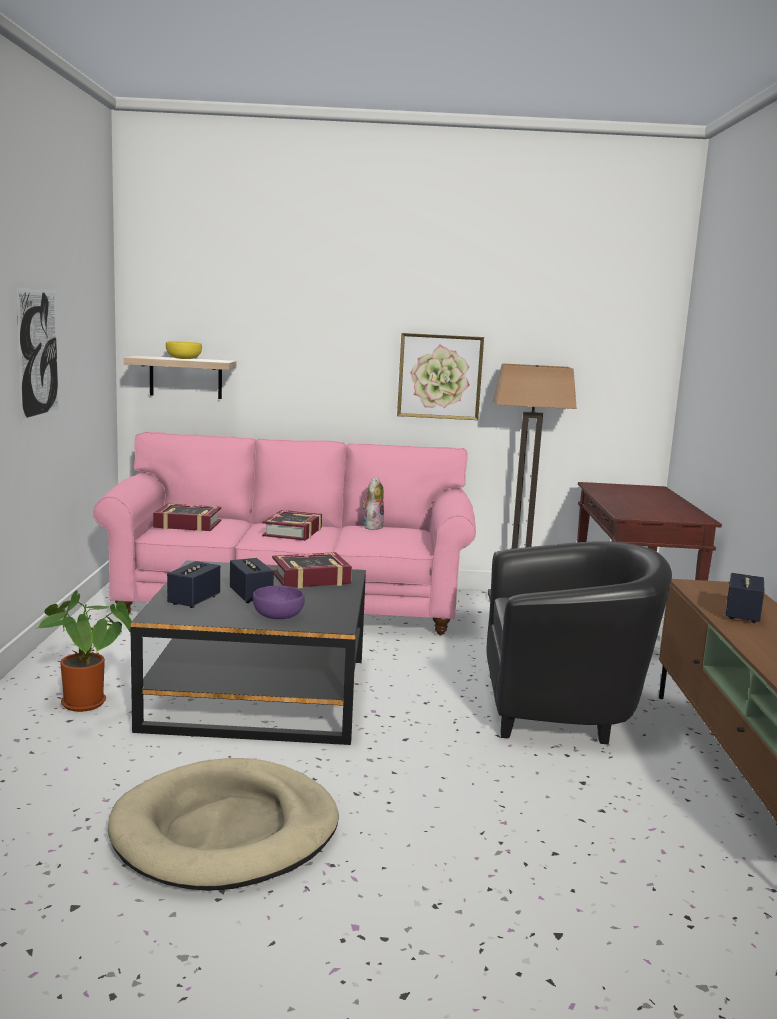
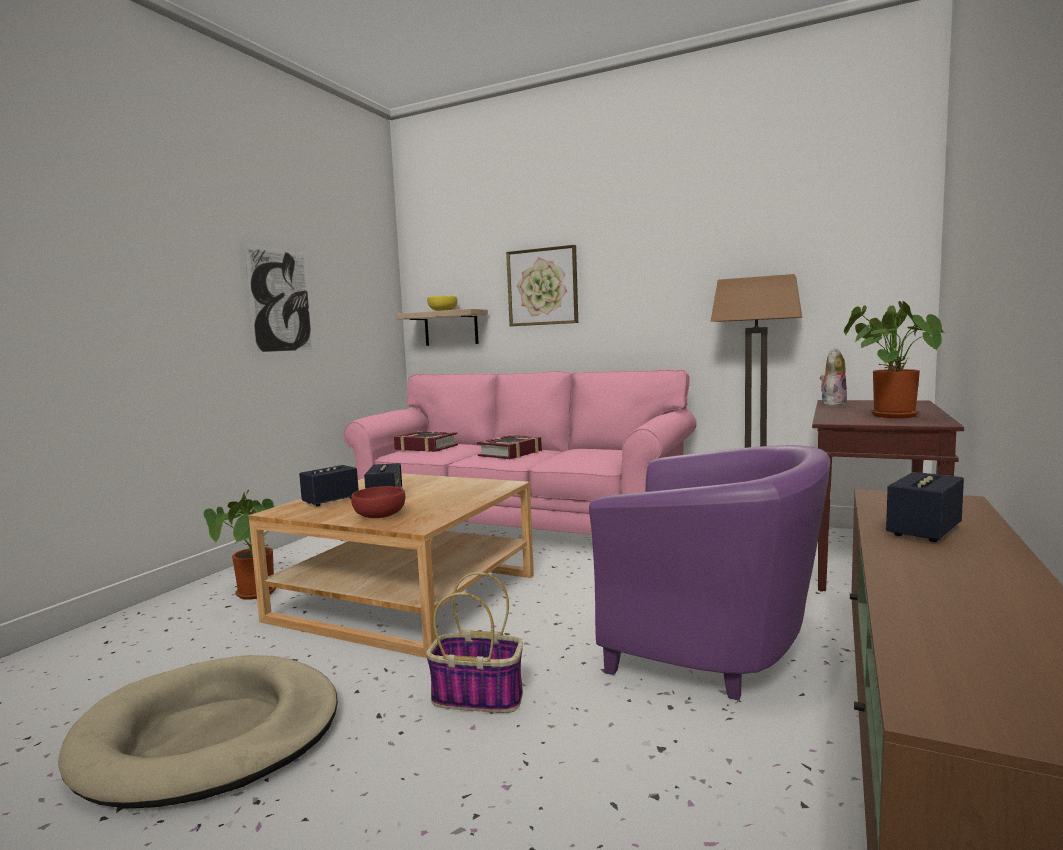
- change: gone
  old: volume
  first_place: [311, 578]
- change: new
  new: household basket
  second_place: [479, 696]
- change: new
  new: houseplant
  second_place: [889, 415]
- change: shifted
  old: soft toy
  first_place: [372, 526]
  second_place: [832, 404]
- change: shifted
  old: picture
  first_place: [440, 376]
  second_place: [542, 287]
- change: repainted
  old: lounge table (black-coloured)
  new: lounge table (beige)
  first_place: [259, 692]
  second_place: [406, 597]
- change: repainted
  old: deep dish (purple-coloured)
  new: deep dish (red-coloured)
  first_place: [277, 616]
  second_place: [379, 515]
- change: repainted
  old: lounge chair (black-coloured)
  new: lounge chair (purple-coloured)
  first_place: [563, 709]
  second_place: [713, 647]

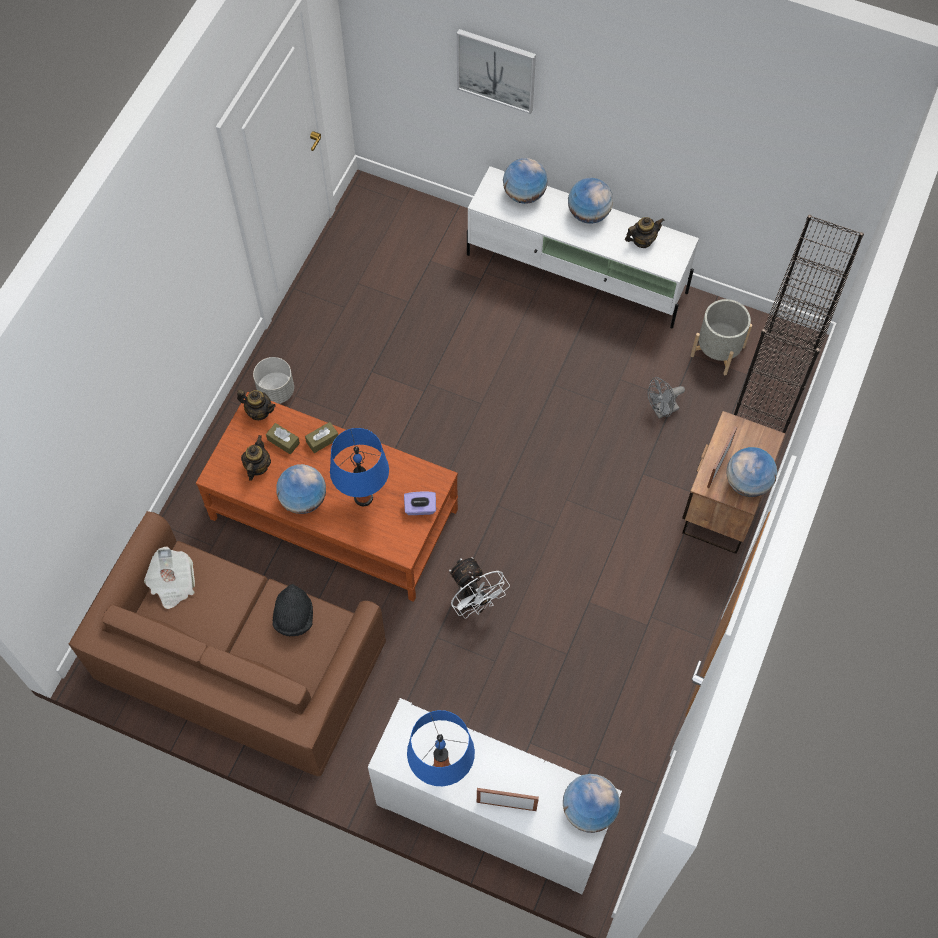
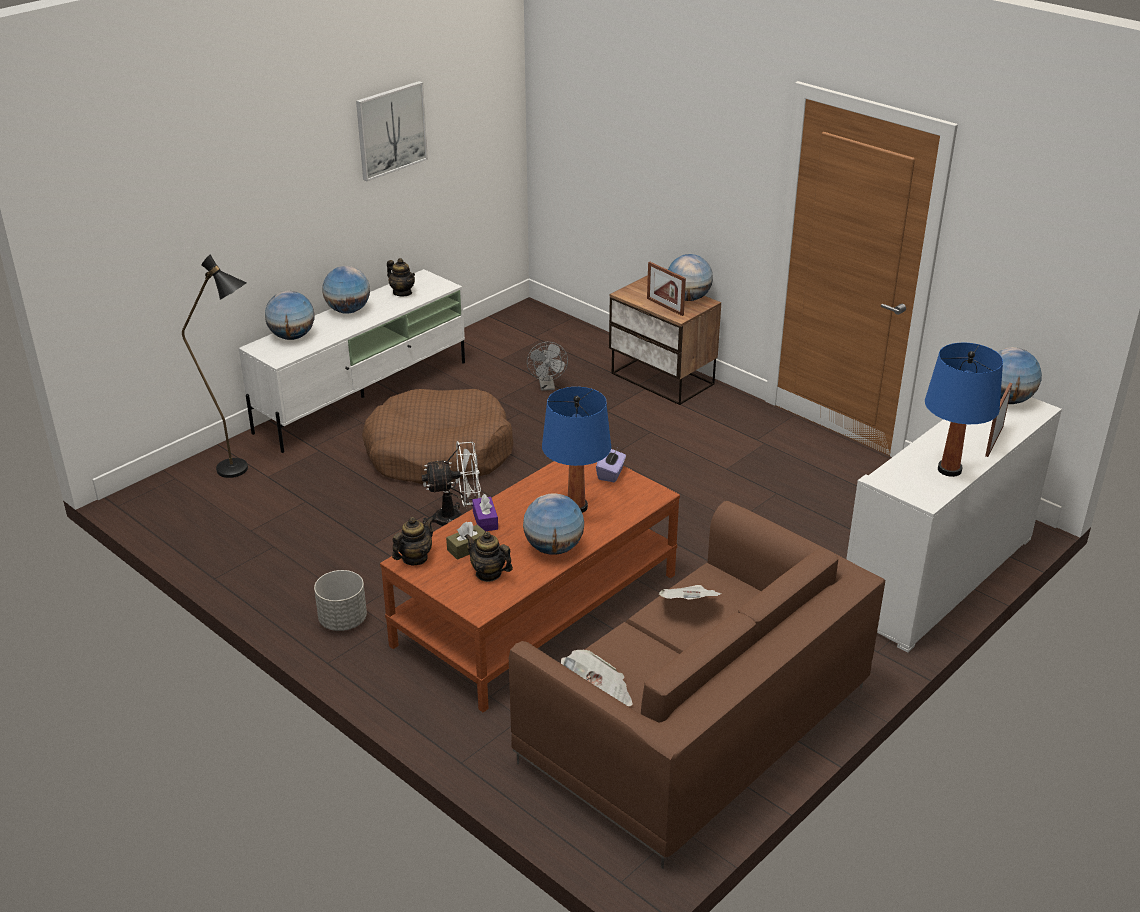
- change: gone
  old: planter (greyish)
  first_place: [717, 351]
- change: gone
  old: bookshelf (black-coloured)
  first_place: [771, 395]
- change: new
  new: standard lamp (black-coloured)
  second_place: [242, 471]
- change: new
  new: pet bed (brownish)
  second_place: [439, 453]
- change: shifted
  old: fan (white-coloured)
  first_place: [474, 603]
  second_place: [457, 519]
- change: shifted
  old: picture
  first_place: [496, 70]
  second_place: [391, 130]
- change: swapped
  old: wearable hat (black-coloured)
  new: daily paper
  first_place: [294, 617]
  second_place: [689, 606]
- change: repainted
  old: tissue box (brownish)
  new: tissue box (purple-coloured)
  first_place: [322, 440]
  second_place: [485, 520]
- change: rotated
  old: tea pot
  first_place: [642, 240]
  second_place: [402, 292]
  degrees: 135

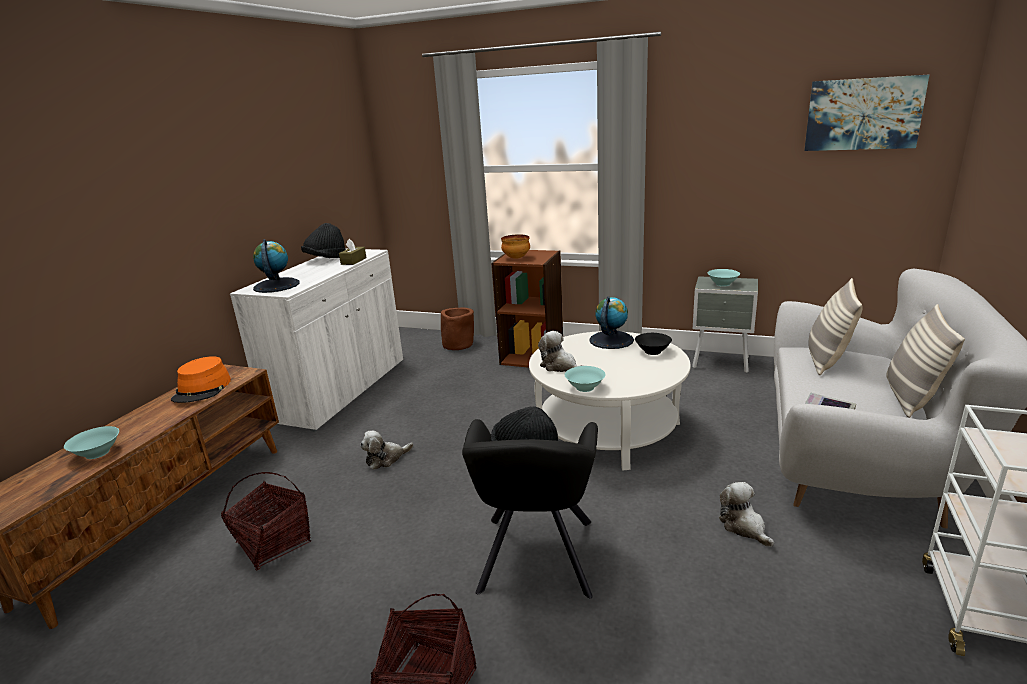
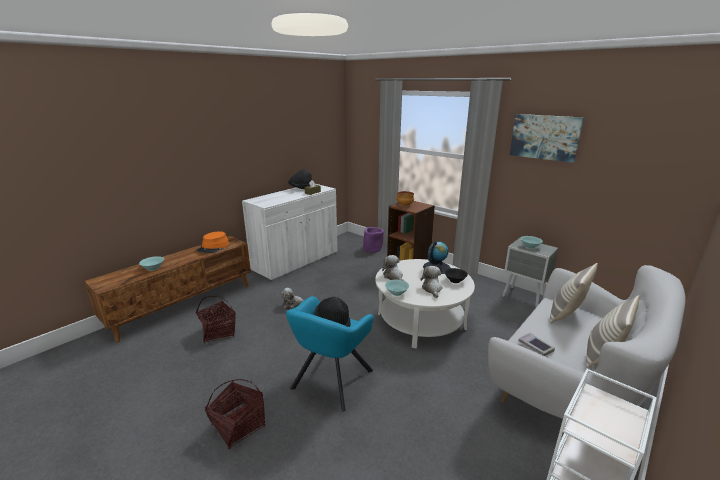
- change: gone
  old: desk globe
  first_place: [276, 285]
- change: shifted
  old: soft toy
  first_place: [744, 526]
  second_place: [432, 289]
- change: shifted
  old: picture
  first_place: [863, 114]
  second_place: [544, 137]
- change: repainted
  old: planter (brownish)
  new: planter (purple-coloured)
  first_place: [458, 345]
  second_place: [372, 249]
- change: repainted
  old: lounge chair (black-coloured)
  new: lounge chair (blue-green)
  first_place: [536, 559]
  second_place: [331, 381]

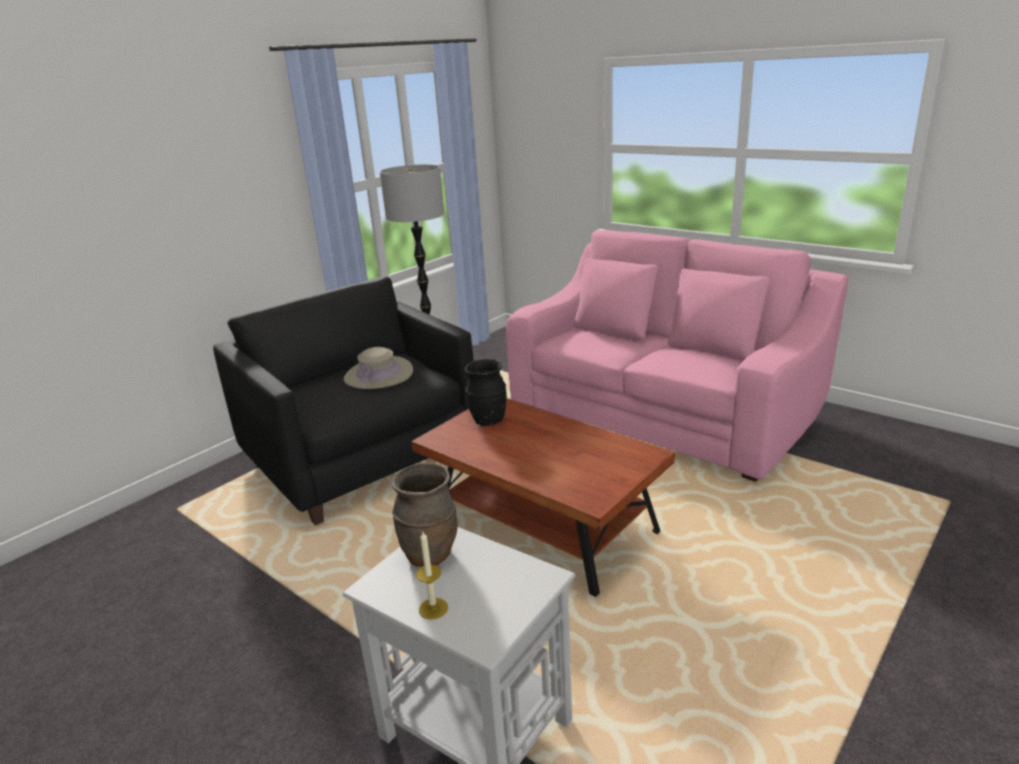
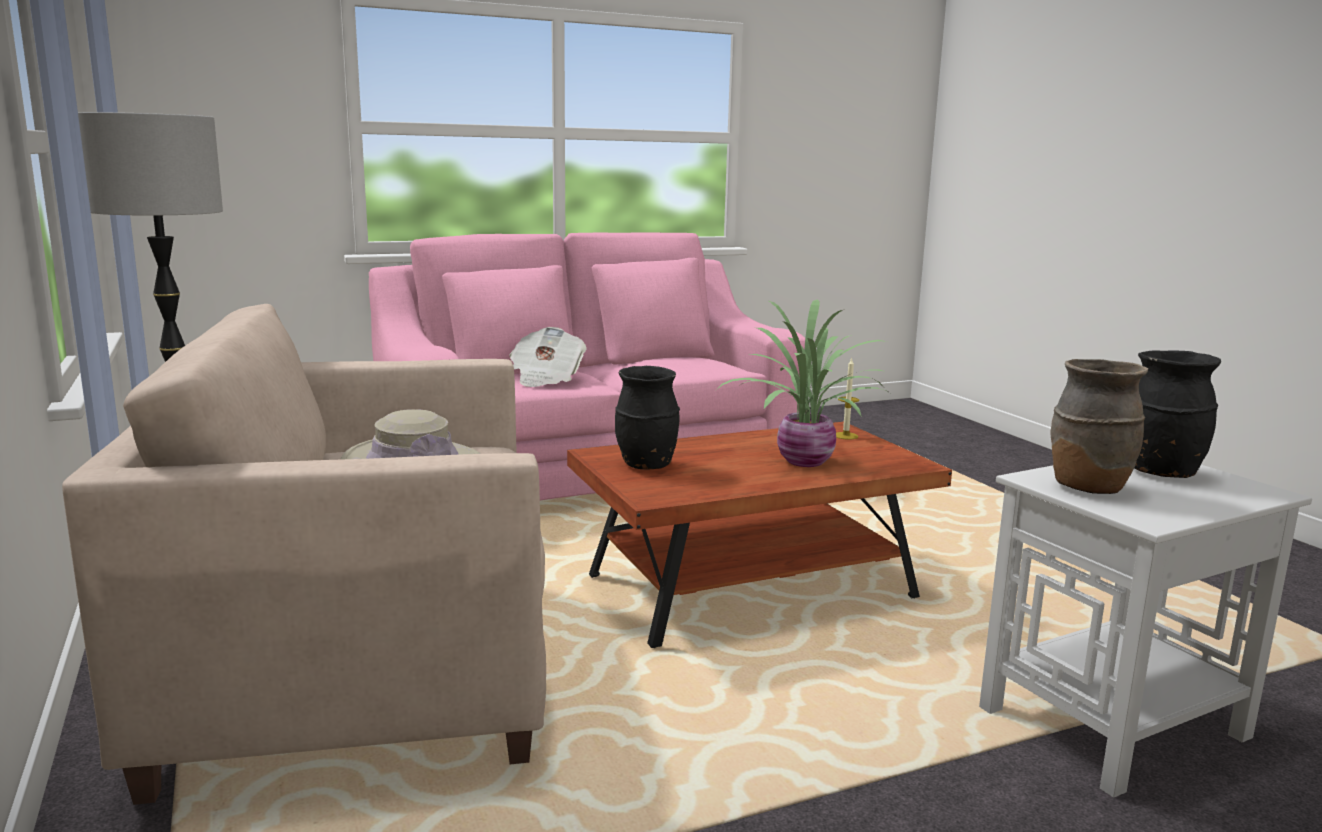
- change: new
  new: daily paper
  second_place: [546, 378]
- change: new
  new: houseplant
  second_place: [805, 460]
- change: new
  new: flower vase (black-coloured)
  second_place: [1160, 473]
- change: shifted
  old: candle
  first_place: [433, 608]
  second_place: [845, 436]
- change: repainted
  old: lounge chair (black-coloured)
  new: lounge chair (beige)
  first_place: [362, 460]
  second_place: [361, 675]

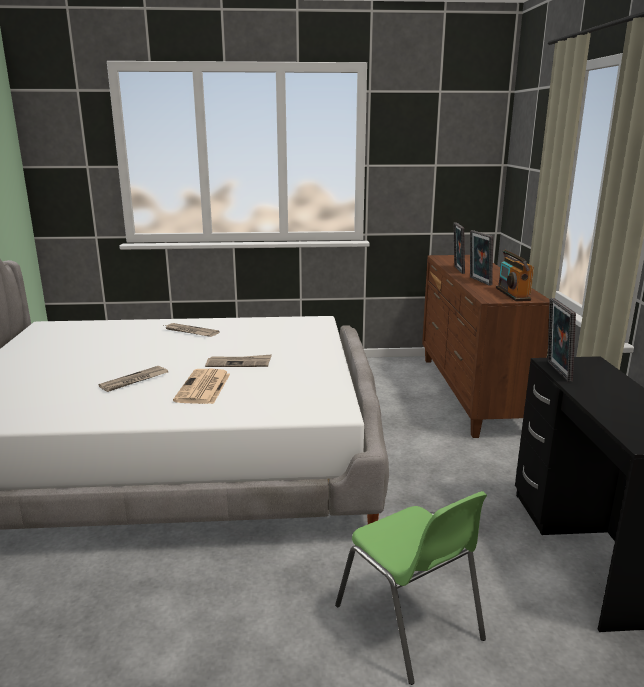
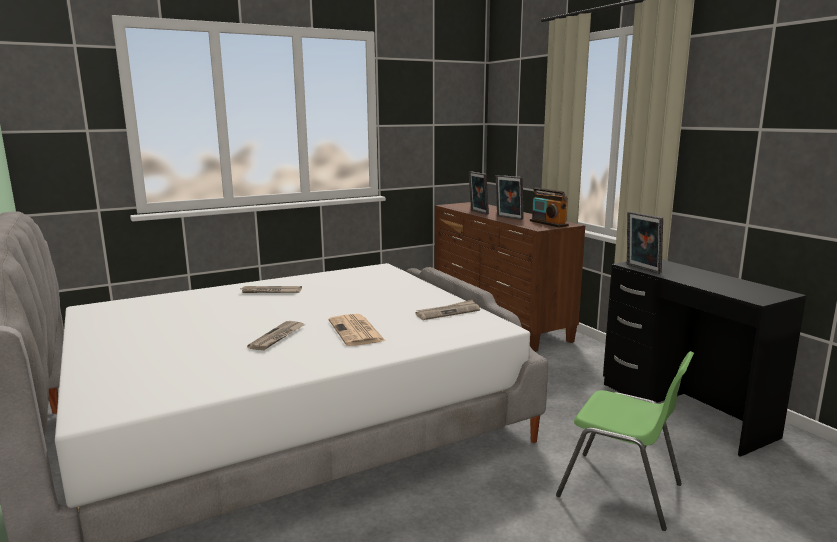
- change: shifted
  old: daily paper
  first_place: [239, 363]
  second_place: [448, 312]

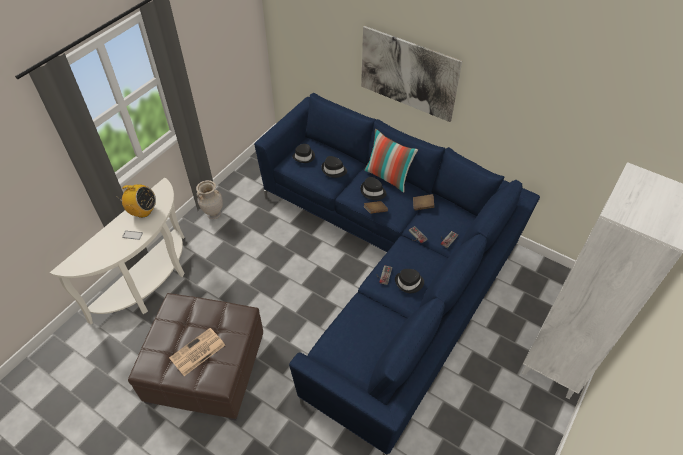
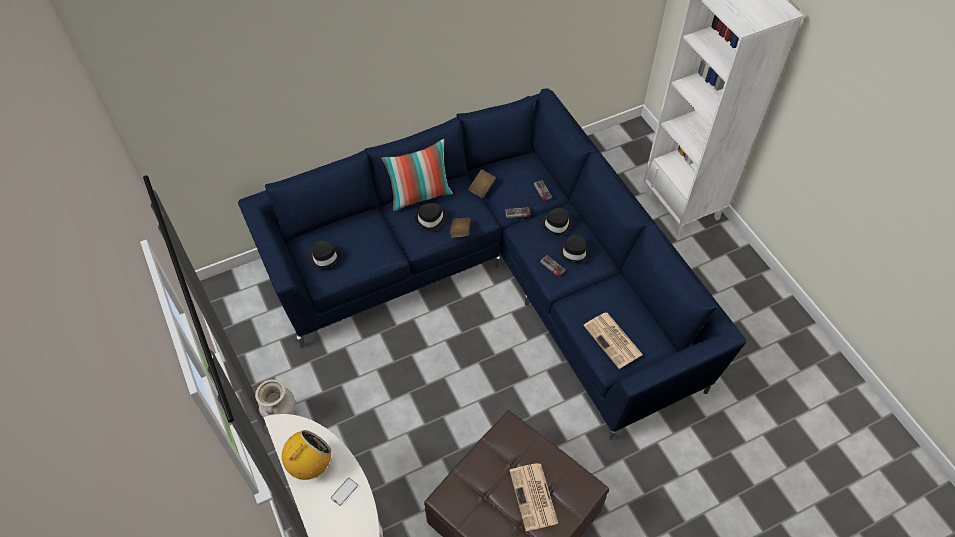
- change: gone
  old: picture
  first_place: [408, 74]
- change: new
  new: daily paper
  second_place: [613, 340]
- change: shifted
  old: wearable hat (black-coloured)
  first_place: [334, 170]
  second_place: [557, 224]

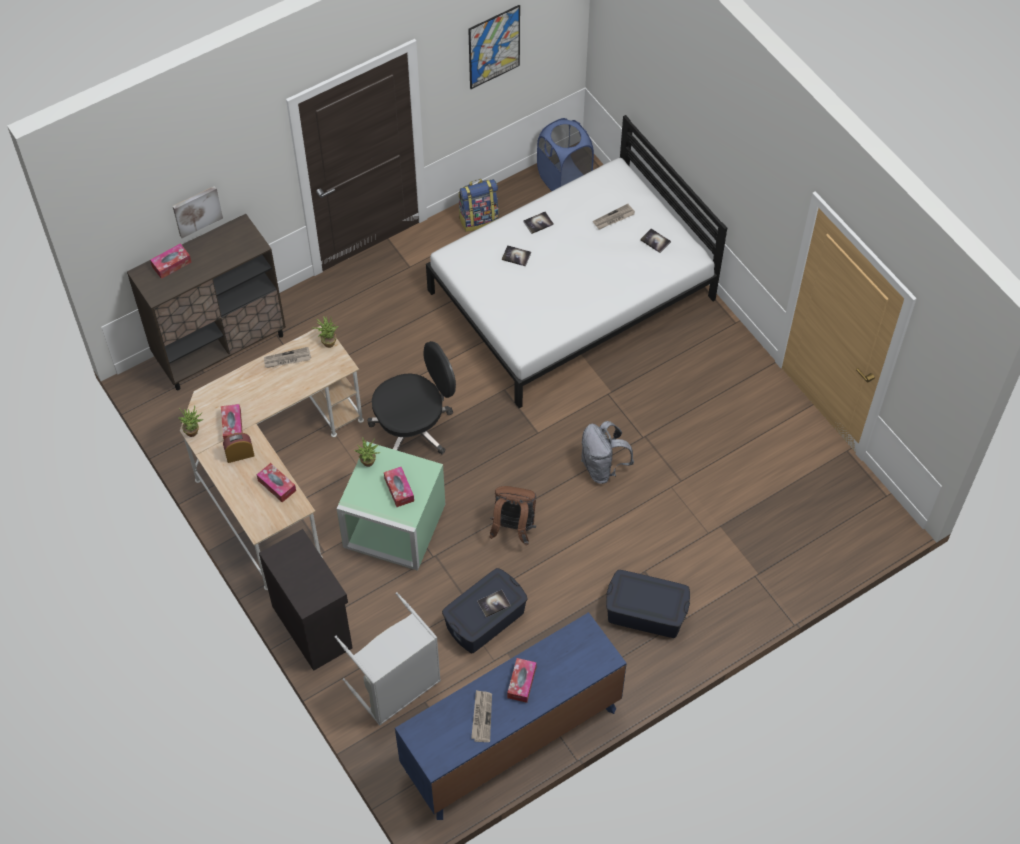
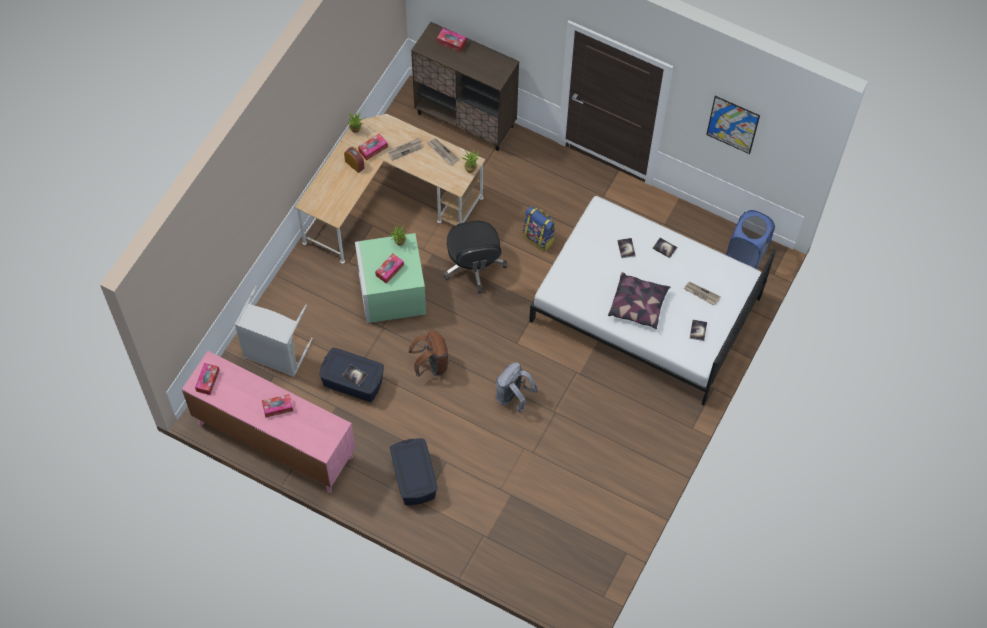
- change: gone
  old: picture
  first_place: [197, 210]
- change: gone
  old: cupboard (black-coloured)
  first_place: [313, 626]
- change: new
  new: cushion
  second_place: [638, 305]
- change: shifted
  old: tissue box
  first_place: [277, 485]
  second_place: [207, 380]
- change: shifted
  old: knapsack
  first_place: [479, 219]
  second_place: [539, 238]
- change: shifted
  old: daily paper
  first_place: [481, 717]
  second_place: [405, 149]
- change: repainted
  old: dresser (blue)
  new: dresser (pink)
  first_place: [511, 741]
  second_place: [274, 440]
- change: rotated
  old: computer chair (black-coloured)
  first_place: [414, 428]
  second_place: [474, 265]
  degrees: 45

